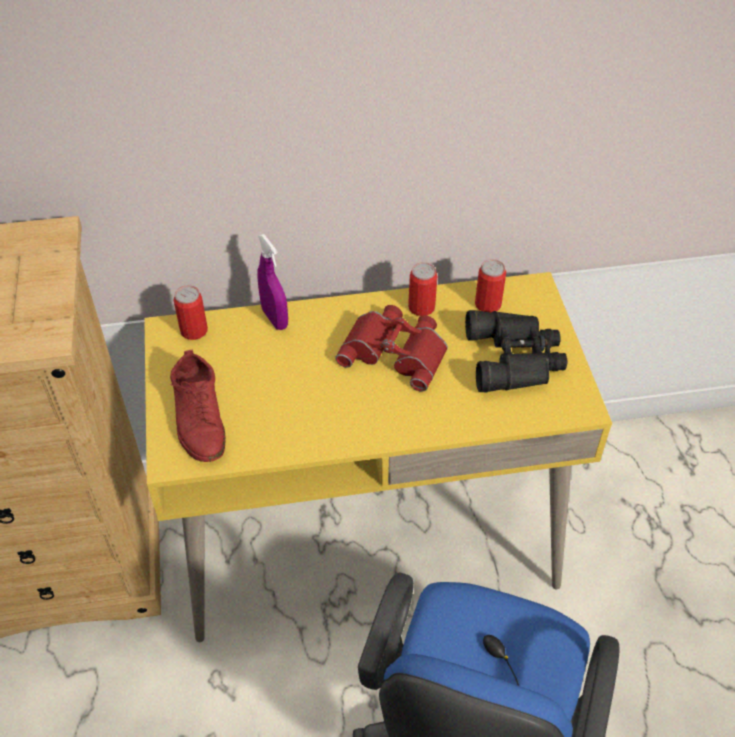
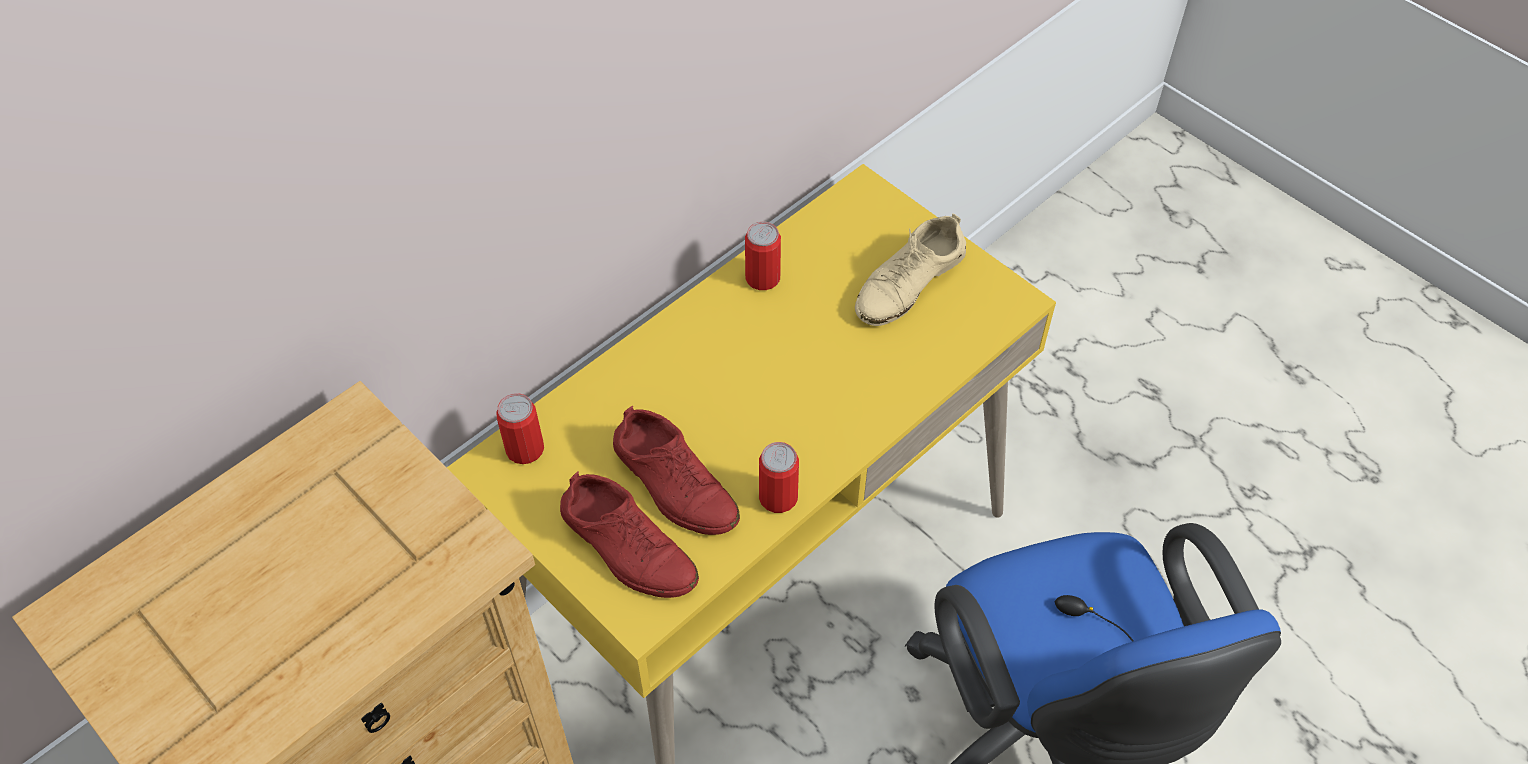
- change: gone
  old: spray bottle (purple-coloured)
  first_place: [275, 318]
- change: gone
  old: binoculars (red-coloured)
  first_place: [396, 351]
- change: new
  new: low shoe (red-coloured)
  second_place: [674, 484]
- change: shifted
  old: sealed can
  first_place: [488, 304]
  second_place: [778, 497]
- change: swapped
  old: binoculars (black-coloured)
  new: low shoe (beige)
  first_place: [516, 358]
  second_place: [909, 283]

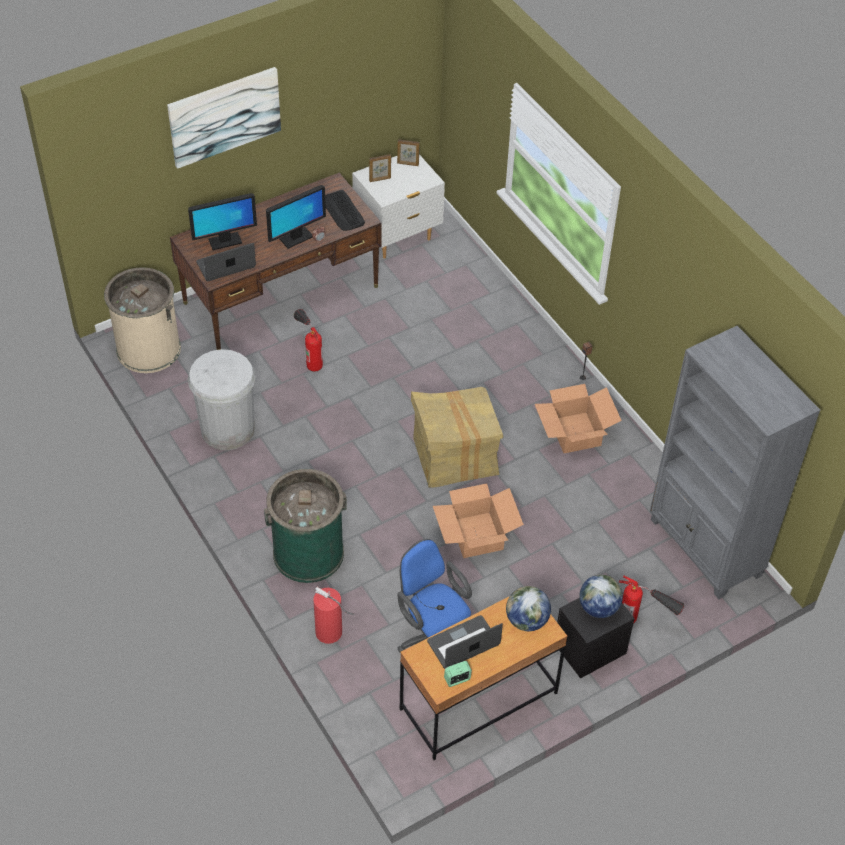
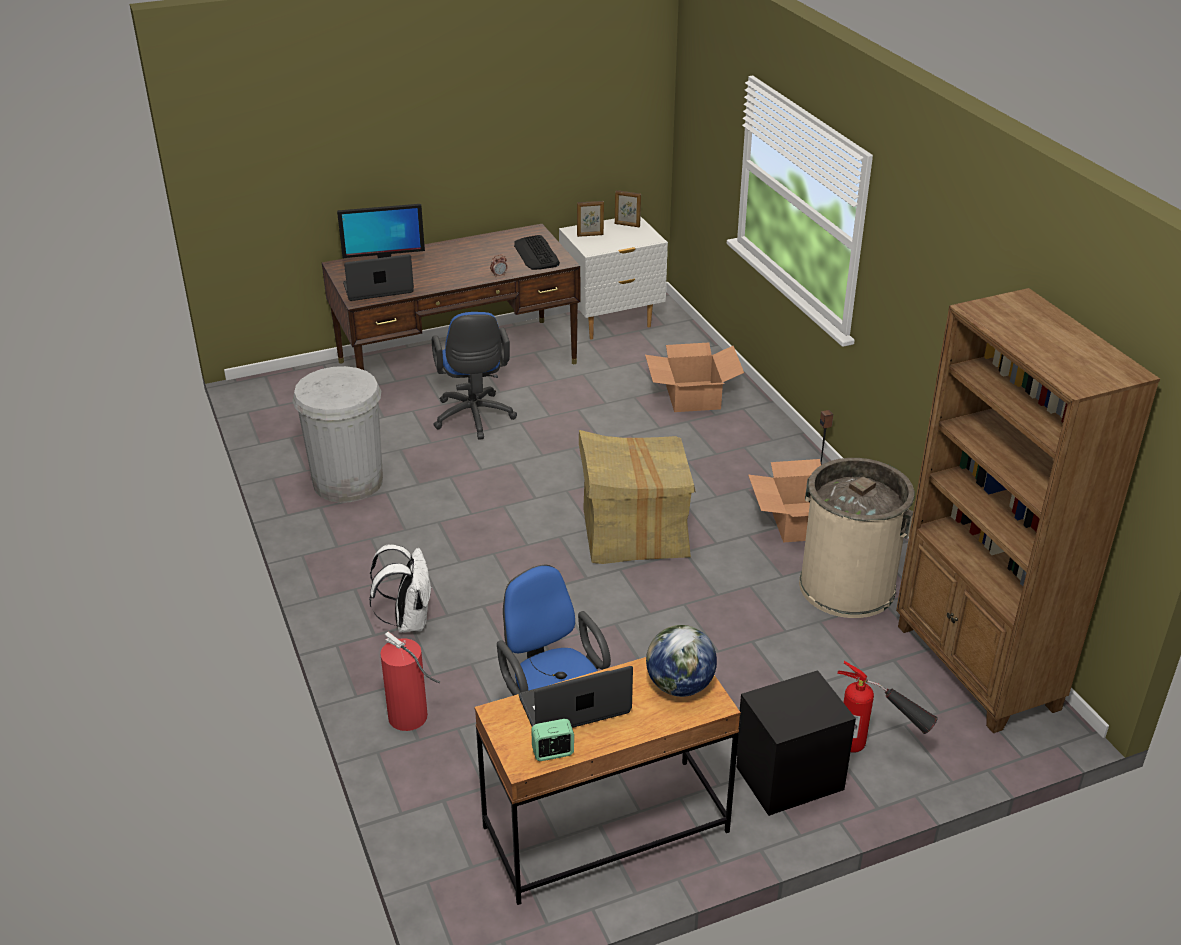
- change: gone
  old: picture
  first_place: [224, 116]
- change: gone
  old: monitor
  first_place: [296, 238]
- change: gone
  old: desk globe
  first_place: [598, 608]
- change: shifted
  old: rubbish bin (beige)
  first_place: [148, 349]
  second_place: [847, 586]
- change: shifted
  old: packing box
  first_place: [476, 535]
  second_place: [692, 397]
- change: swapped
  old: rubbish bin (green-coloured)
  new: knapsack (white-coloured)
  first_place: [308, 553]
  second_place: [408, 621]
- change: swapped
  old: fire extinguisher
  new: computer chair (blue)
  first_place: [309, 355]
  second_place: [474, 419]
- change: repainted
  old: bookshelf (greyish)
  new: bookshelf (brownish)
  first_place: [705, 548]
  second_place: [976, 668]

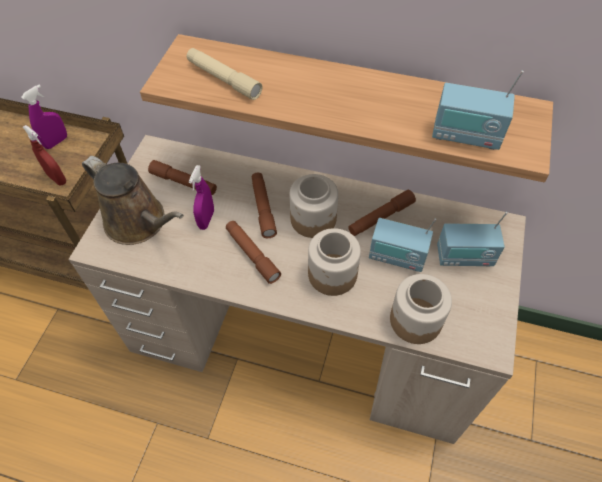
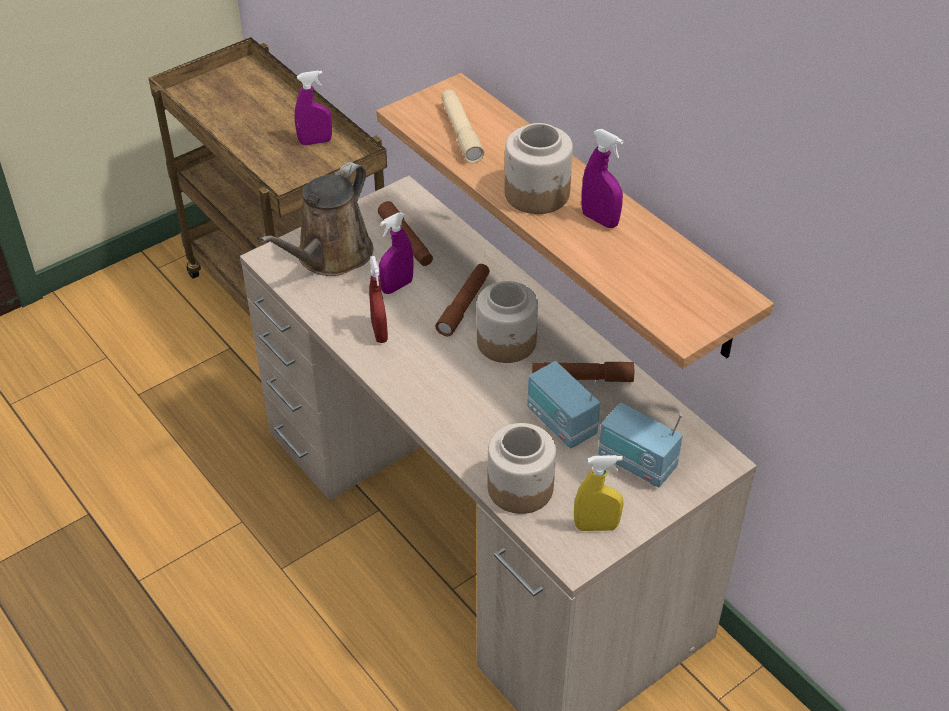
- change: gone
  old: torch (brownish)
  first_place: [252, 254]
- change: gone
  old: radio receiver
  first_place: [465, 136]
- change: new
  new: spray bottle (yellow-coloured)
  second_place: [596, 526]
- change: new
  new: spray bottle (purple-coloured)
  second_place: [599, 220]
- change: shifted
  old: spray bottle (red-coloured)
  first_place: [57, 179]
  second_place: [379, 332]
- change: shifted
  old: jar
  first_place: [333, 274]
  second_place: [537, 194]
- change: rotated
  old: sprinkling can (brownish)
  first_place: [139, 223]
  second_place: [330, 256]
  degrees: 45

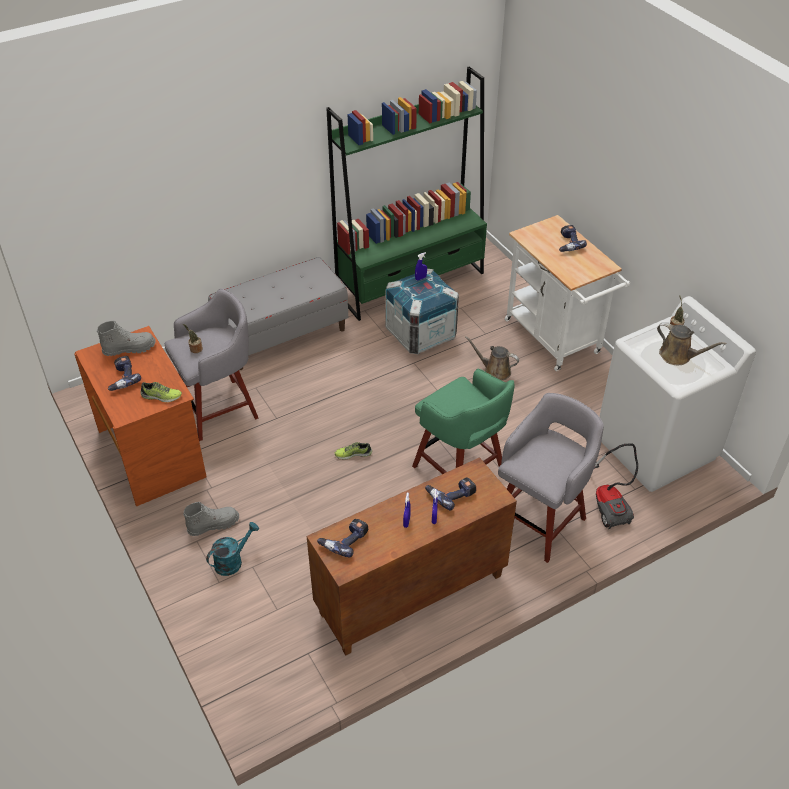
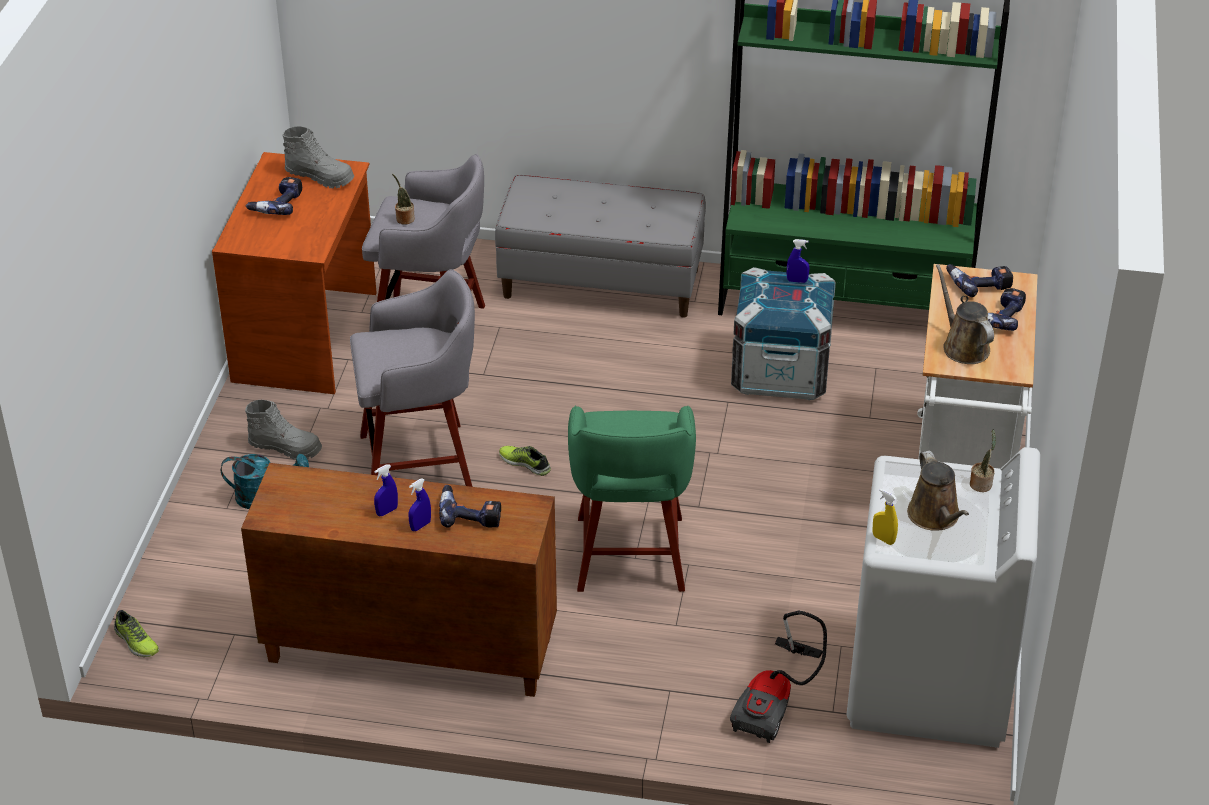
- change: new
  new: spray bottle (yellow-coloured)
  second_place: [883, 539]
- change: shifted
  old: low shoe
  first_place: [161, 396]
  second_place: [136, 642]
- change: shifted
  old: electric drill
  first_place: [344, 540]
  second_place: [978, 283]
- change: shifted
  old: sprinkling can (brownish)
  first_place: [495, 371]
  second_place: [963, 346]
- change: shifted
  old: sitting stool (greyish)
  first_place: [540, 520]
  second_place: [420, 461]

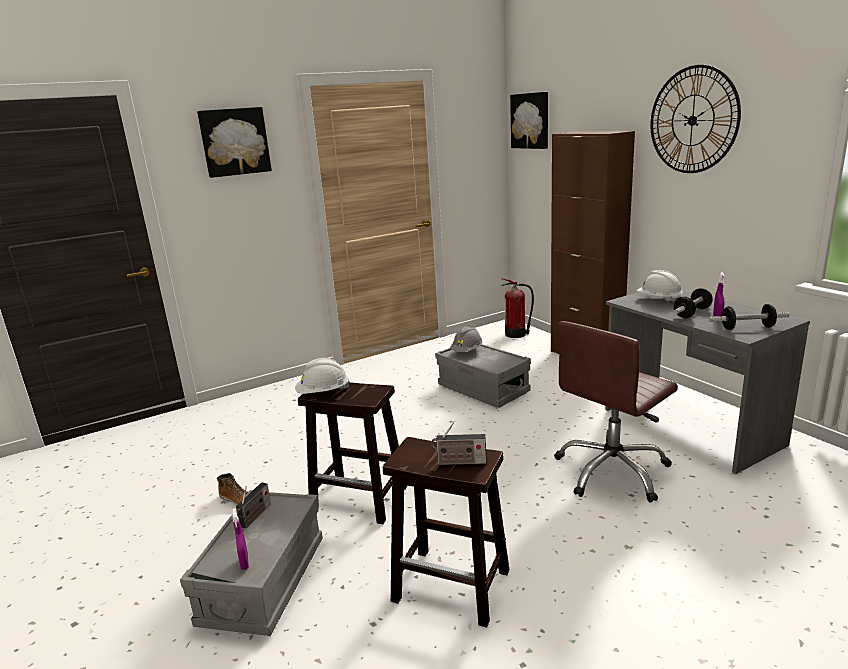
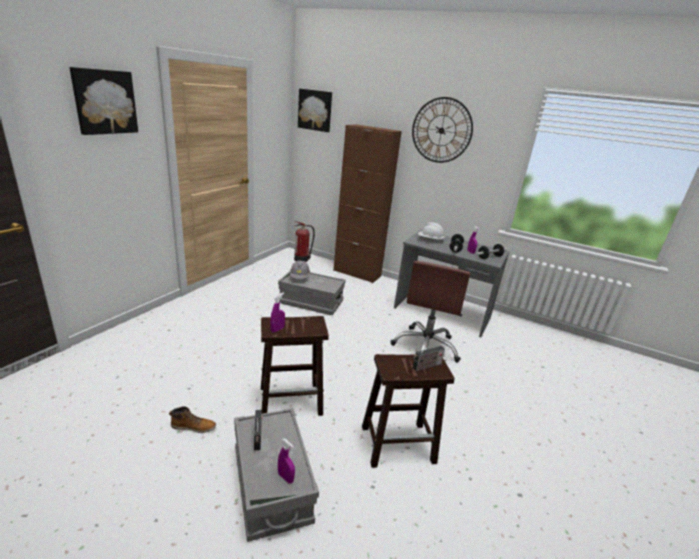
- change: swapped
  old: safety helmet (white-coloured)
  new: spray bottle (purple-coloured)
  first_place: [323, 393]
  second_place: [277, 329]

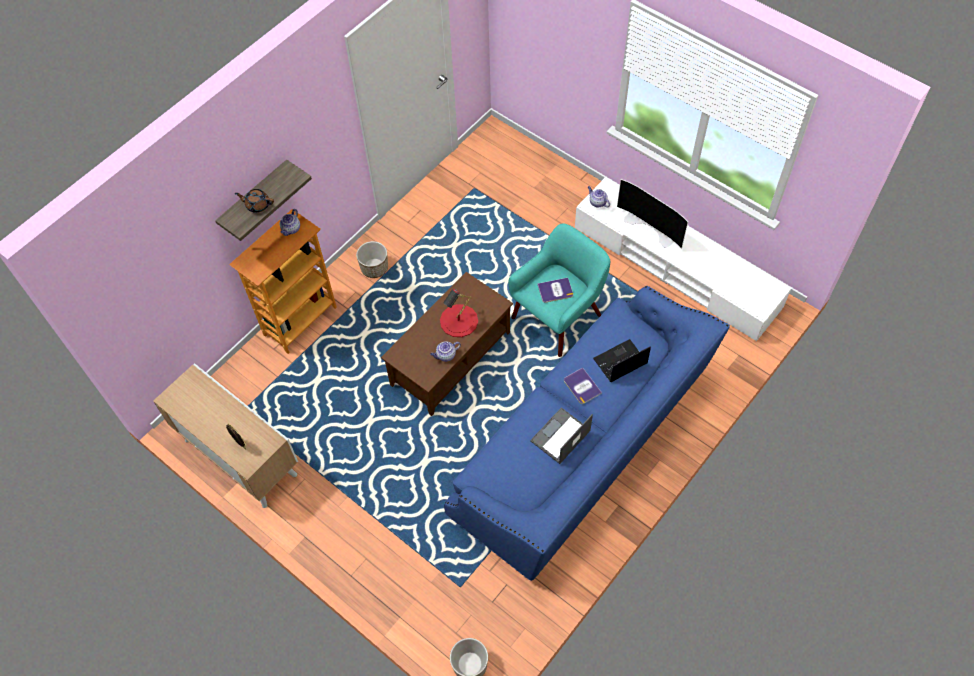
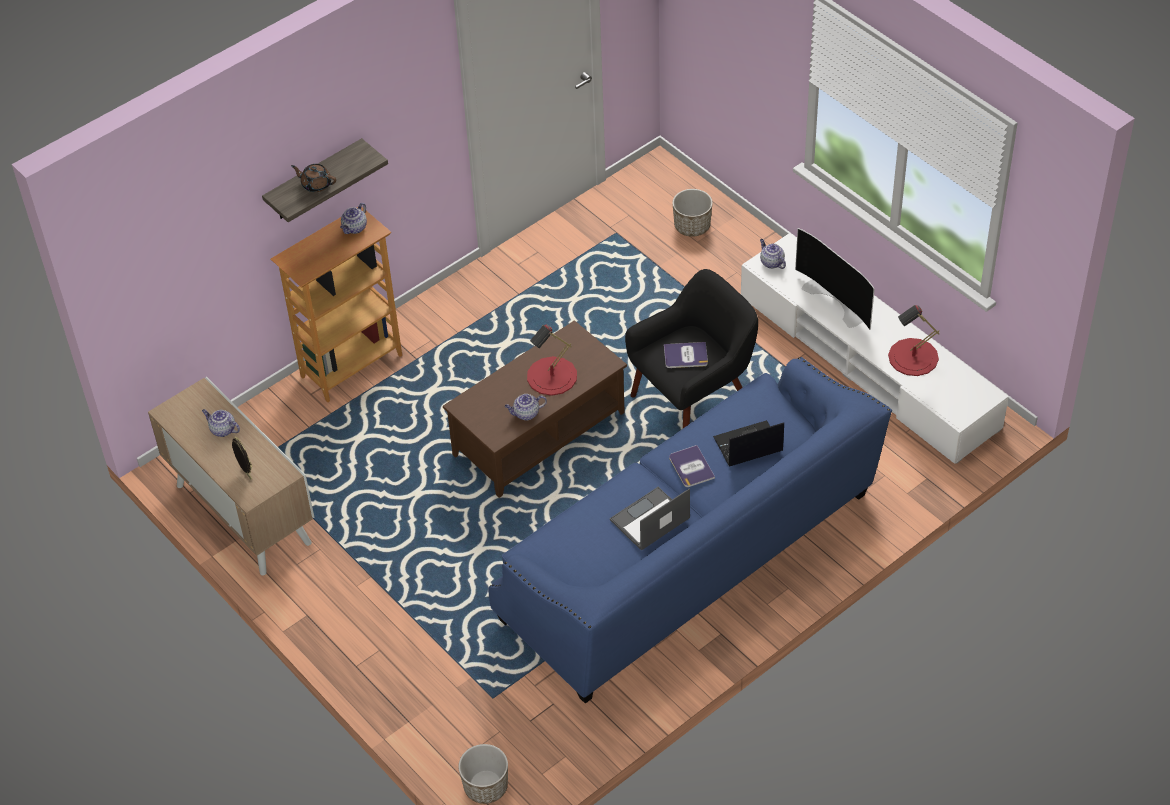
- change: new
  new: tea pot
  second_place: [222, 430]
- change: new
  new: lamp for a table (red-coloured)
  second_place: [913, 357]
- change: shifted
  old: planter
  first_place: [374, 268]
  second_place: [692, 226]
- change: repainted
  old: lounge chair (blue-green)
  new: lounge chair (black-coloured)
  first_place: [558, 316]
  second_place: [694, 402]

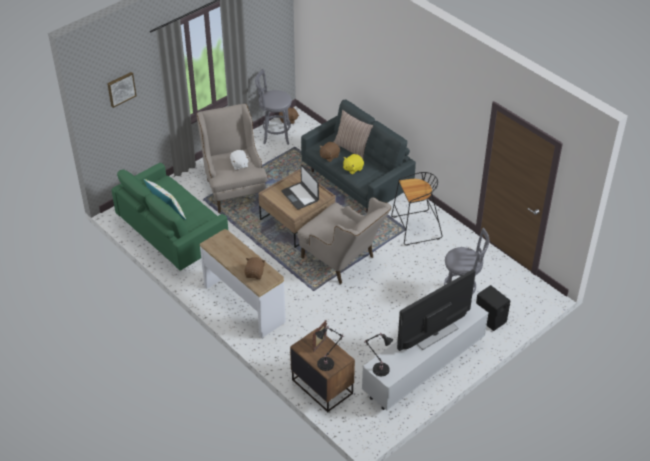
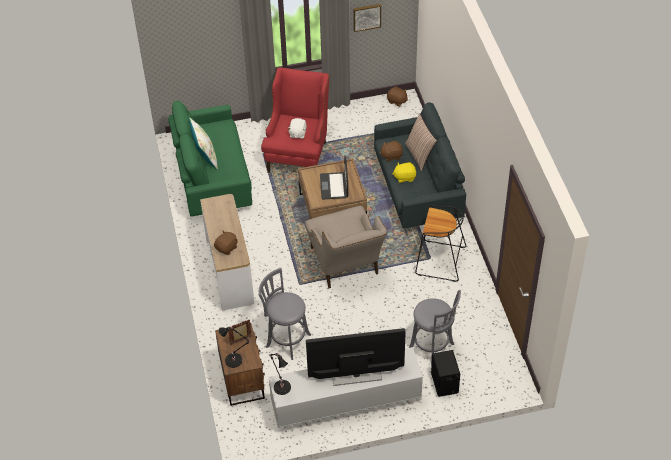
- change: shifted
  old: picture
  first_place: [121, 89]
  second_place: [366, 16]
- change: shifted
  old: sitting stool (greyish)
  first_place: [275, 135]
  second_place: [286, 339]
- change: repainted
  old: lounge chair (beige)
  new: lounge chair (red-coloured)
  first_place: [234, 187]
  second_place: [298, 152]

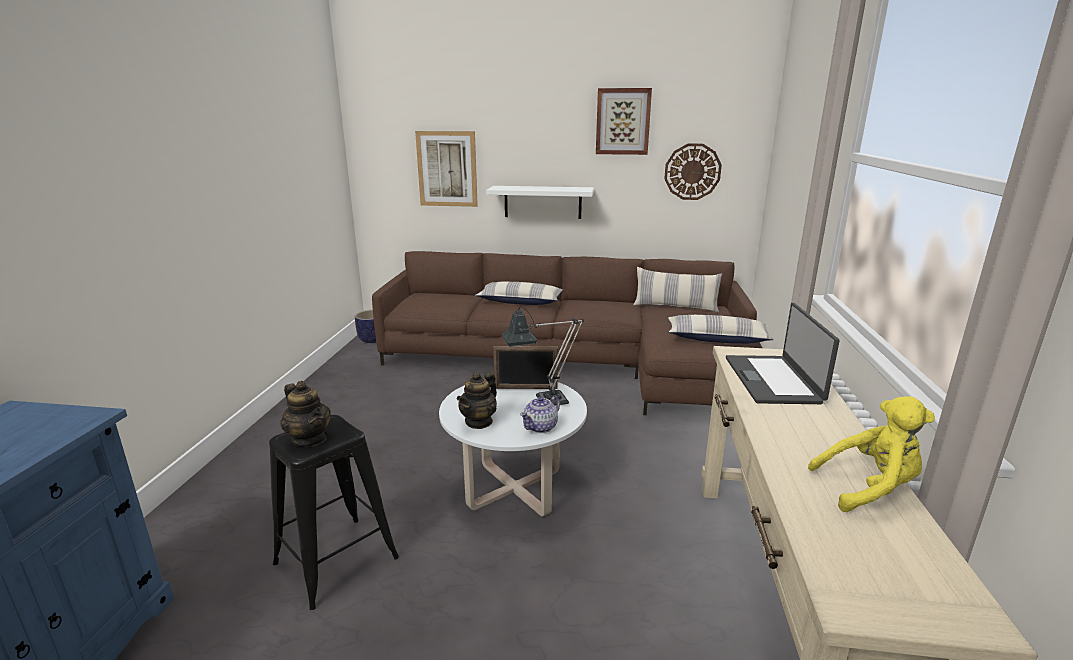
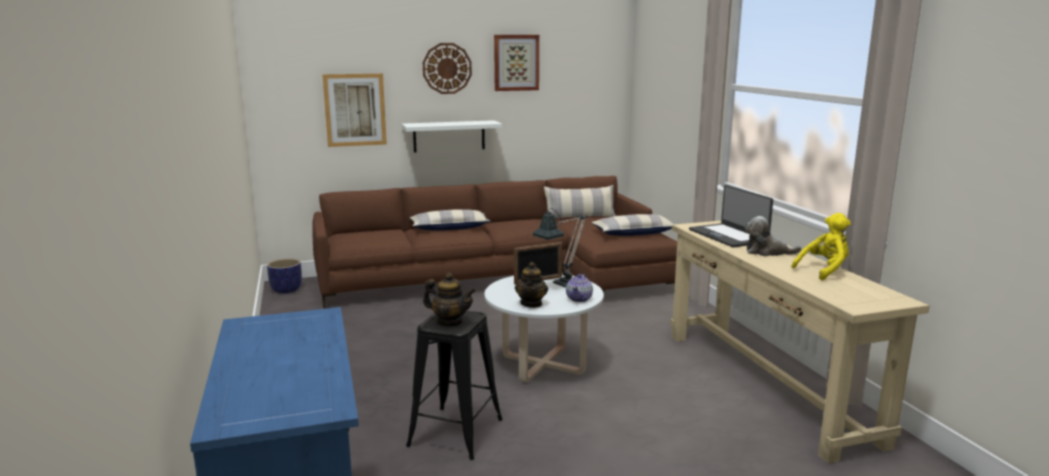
- change: new
  new: soft toy
  second_place: [767, 252]
- change: shifted
  old: hanging clock
  first_place: [692, 172]
  second_place: [447, 68]

